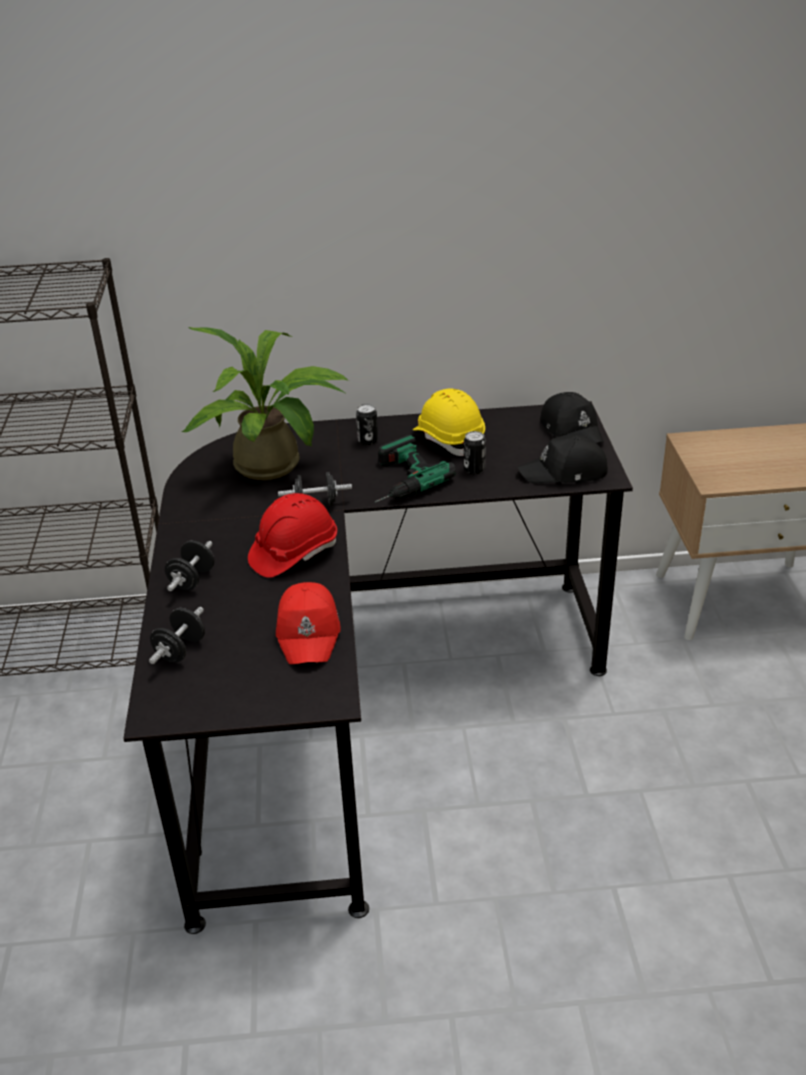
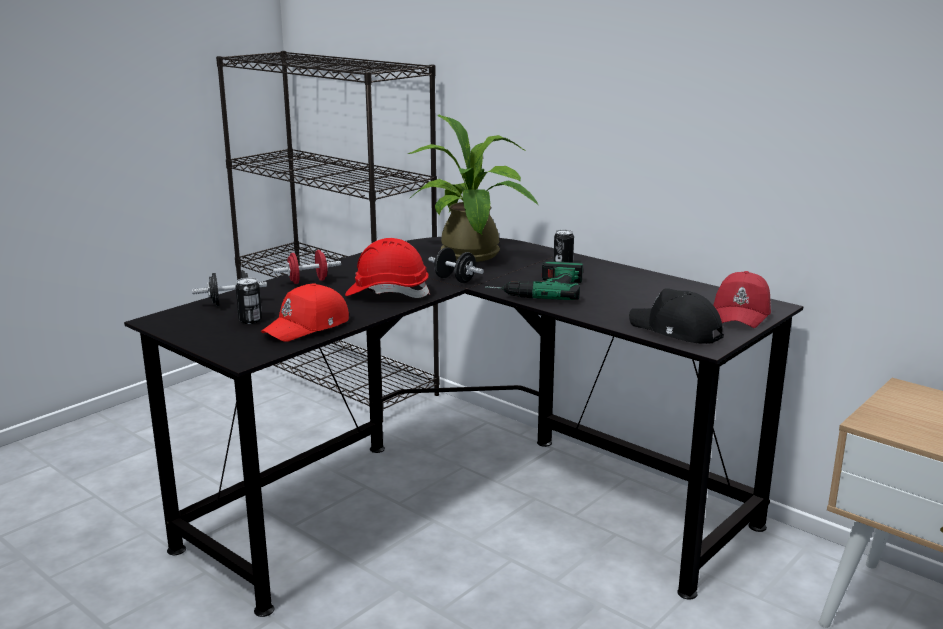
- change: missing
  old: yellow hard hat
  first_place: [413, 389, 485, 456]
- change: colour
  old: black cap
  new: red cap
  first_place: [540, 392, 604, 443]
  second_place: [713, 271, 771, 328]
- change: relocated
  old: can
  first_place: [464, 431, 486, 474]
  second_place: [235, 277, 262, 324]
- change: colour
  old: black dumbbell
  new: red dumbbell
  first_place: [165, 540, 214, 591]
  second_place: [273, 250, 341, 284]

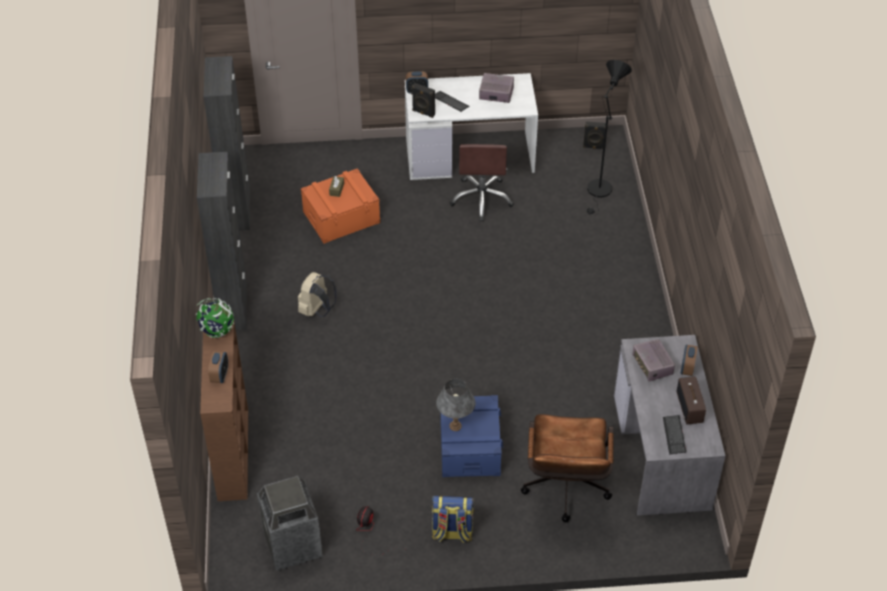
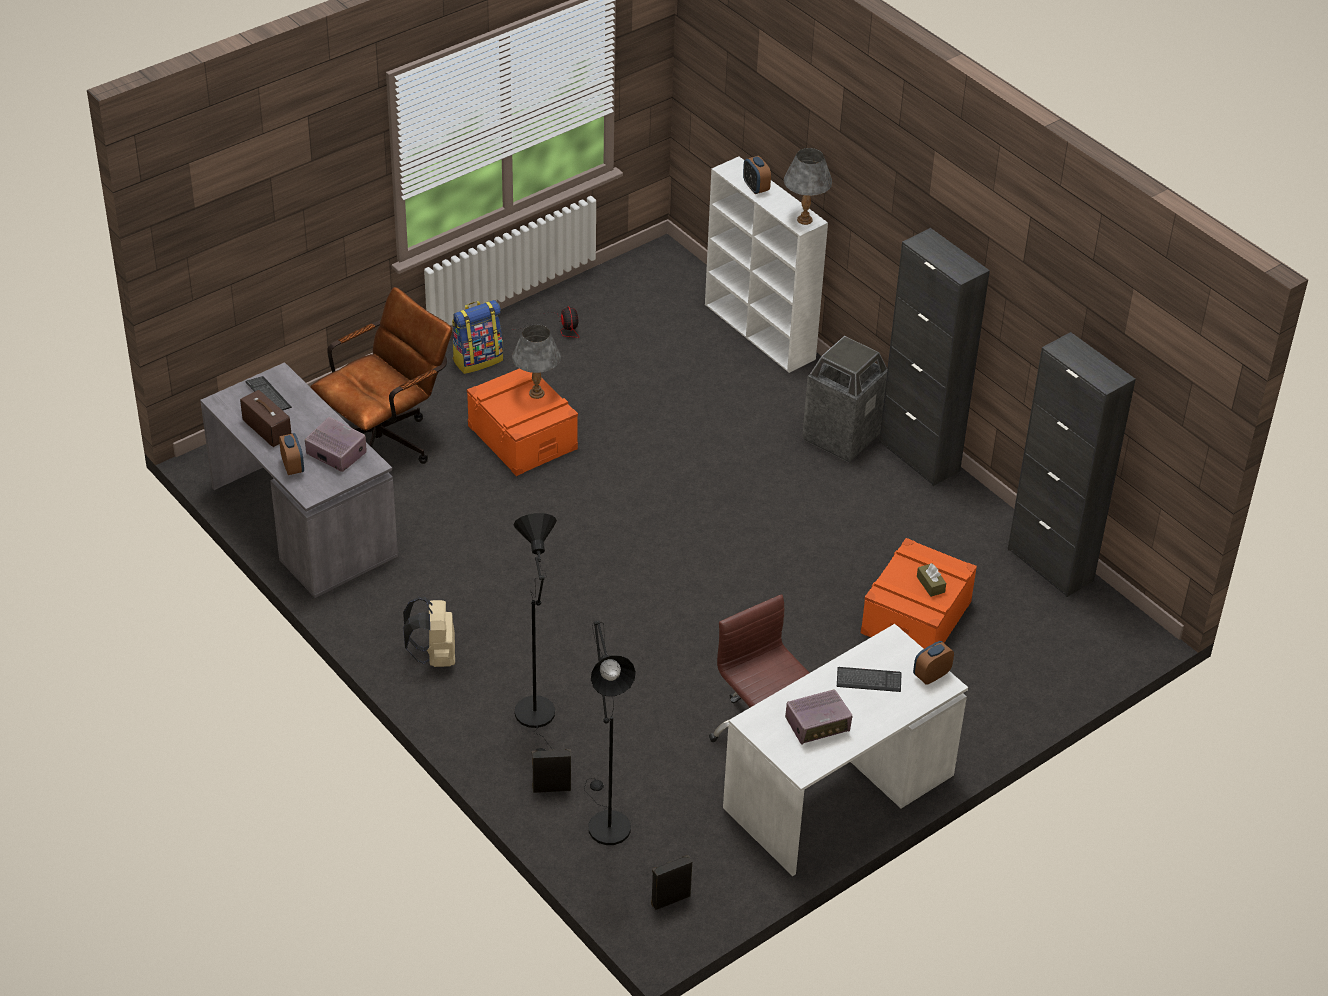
- change: relocated
  old: black speaker
  first_place: [412, 83, 435, 118]
  second_place: [532, 749, 571, 793]
- change: relocated
  old: beige backpack
  first_place: [298, 272, 336, 317]
  second_place: [403, 597, 455, 667]
- change: exchanged
  old: globe
  new: grey table lamp
  first_place: [196, 298, 234, 338]
  second_place: [784, 148, 832, 225]
- change: colour
  old: brown bookcase
  new: white bookcase
  first_place: [200, 321, 248, 501]
  second_place: [705, 157, 828, 373]
- change: colour
  old: blue storage box
  new: orange storage box
  first_place: [440, 395, 503, 477]
  second_place: [467, 369, 578, 476]
- change: spun
  old: brown office chair
  first_place: [521, 414, 614, 522]
  second_place: [310, 287, 452, 464]
  degrees: 75
- change: relocated
  old: trash can
  first_place: [257, 476, 323, 571]
  second_place: [802, 336, 887, 463]
- change: appeared
  new: black floor lamp
  second_place: [514, 513, 557, 751]

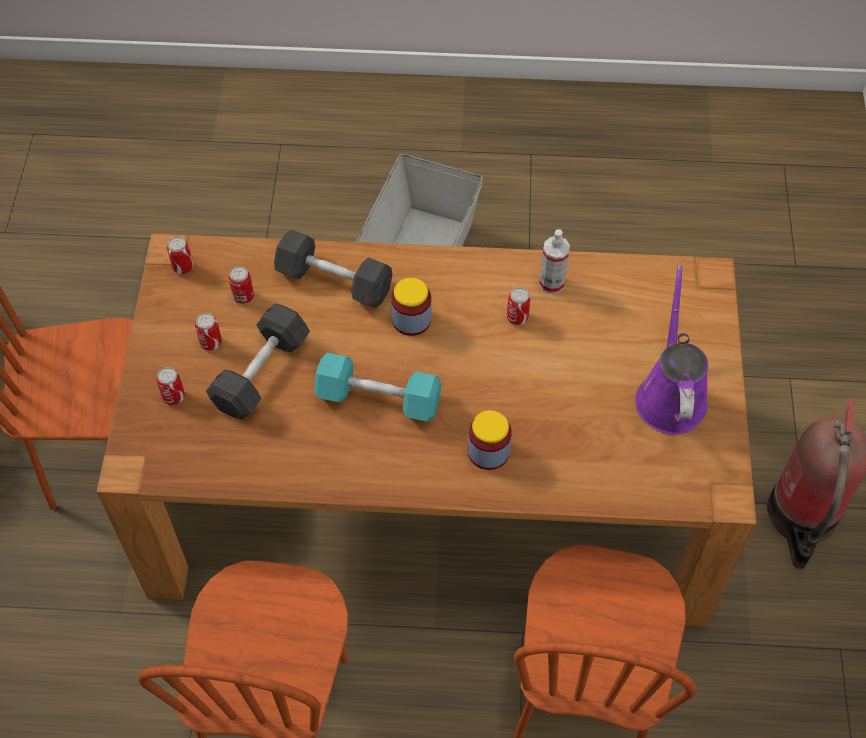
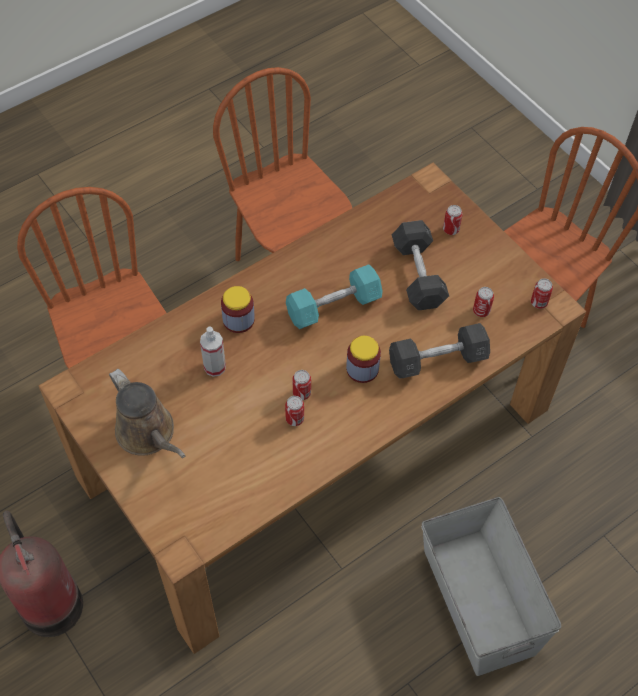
- change: relocated
  old: spray bottle
  first_place: [539, 229, 570, 294]
  second_place: [200, 327, 226, 377]
- change: colour
  old: purple watering can
  new: brown watering can
  first_place: [635, 266, 708, 435]
  second_place: [109, 369, 186, 458]
- change: relocated
  old: can
  first_place: [195, 313, 222, 351]
  second_place: [292, 370, 311, 400]

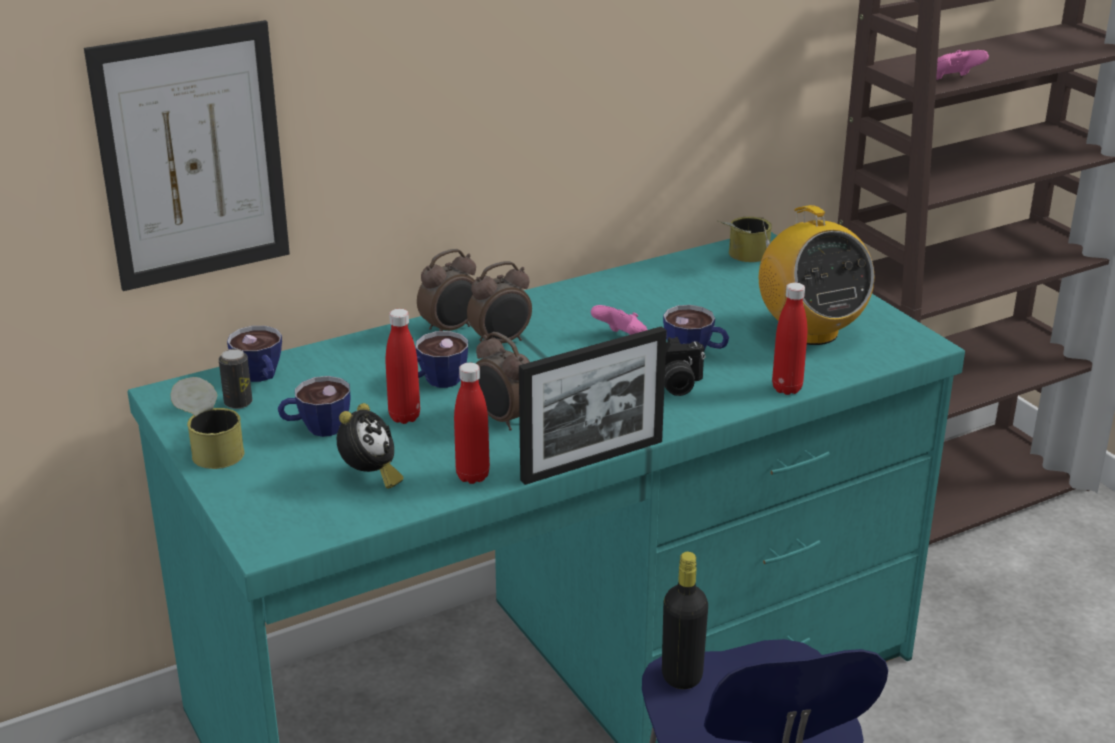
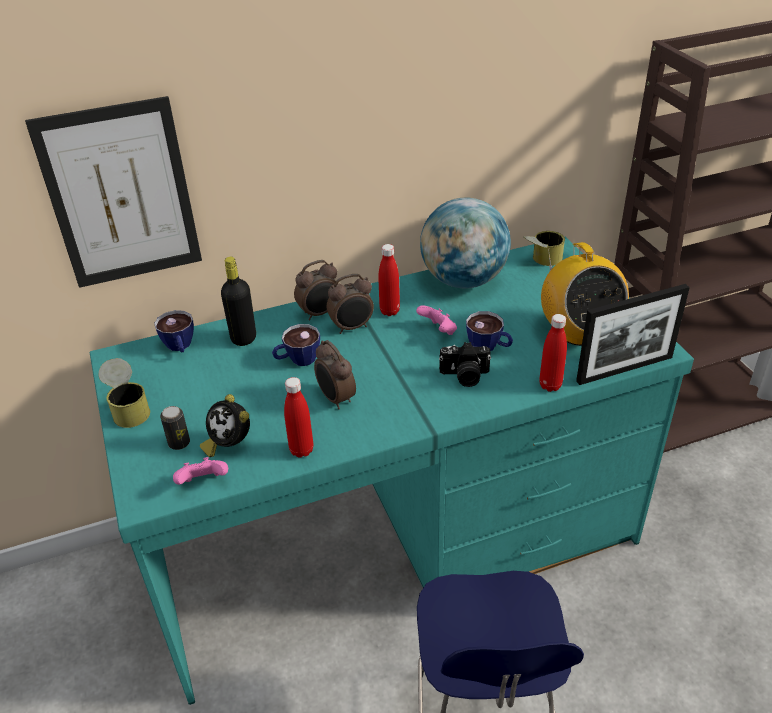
- change: relocated
  old: pink game controller
  first_place: [936, 50, 989, 80]
  second_place: [173, 457, 228, 485]
- change: relocated
  old: red bottle
  first_place: [386, 309, 420, 424]
  second_place: [378, 244, 400, 316]
- change: relocated
  old: picture frame
  first_place: [519, 326, 667, 485]
  second_place: [576, 284, 690, 385]
- change: relocated
  old: can
  first_place: [219, 349, 252, 409]
  second_place: [160, 406, 190, 450]
- change: missing
  old: cup
  first_place: [278, 376, 350, 437]
- change: spun
  old: alarm clock
  first_place: [337, 403, 403, 489]
  second_place: [200, 394, 250, 457]
  degrees: 105
- change: relocated
  old: black bottle
  first_place: [662, 552, 708, 689]
  second_place: [221, 257, 256, 346]
- change: appeared
  new: globe
  second_place: [420, 197, 511, 288]

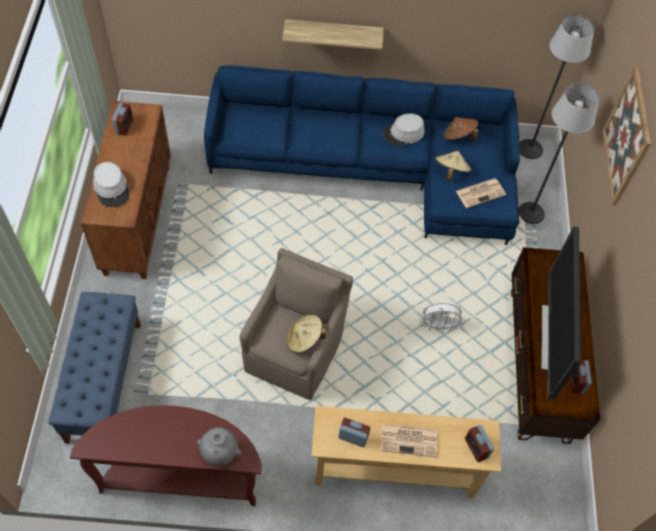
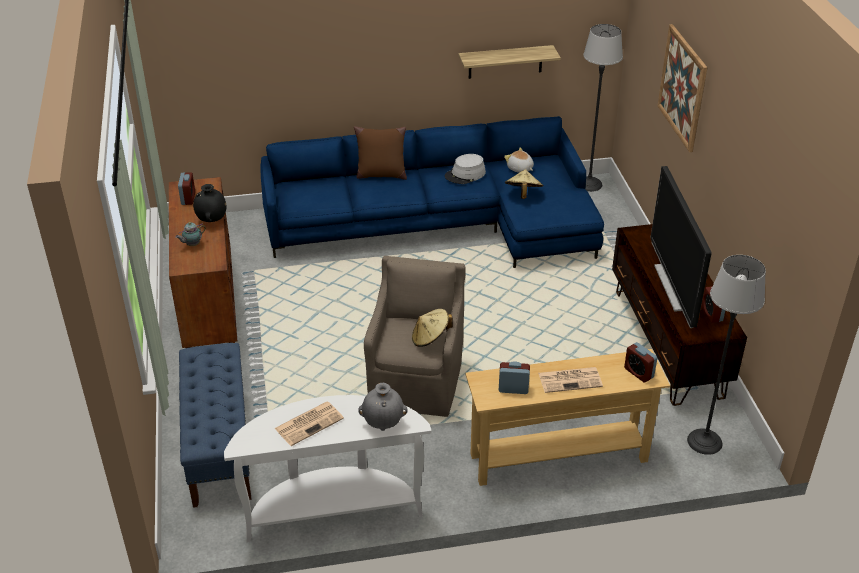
- change: relocated
  old: shelf
  first_place: [282, 19, 384, 50]
  second_place: [459, 45, 561, 79]
- change: relocated
  old: floor lamp
  first_place: [519, 83, 600, 224]
  second_place: [687, 255, 766, 455]
- change: exchanged
  old: brown hat
  new: plush toy
  first_place: [443, 117, 479, 142]
  second_place: [504, 148, 534, 173]
- change: exchanged
  old: grey hat
  new: teapot
  first_place: [93, 162, 130, 207]
  second_place: [175, 222, 206, 246]
- change: relocated
  old: newspaper
  first_place: [456, 178, 506, 208]
  second_place: [275, 401, 344, 446]
- change: missing
  old: white fan
  first_place: [420, 303, 465, 332]
- change: colour
  old: brown console table
  new: white console table
  first_place: [70, 405, 262, 506]
  second_place: [224, 395, 432, 542]
- change: appeared
  new: brown pillow
  second_place: [354, 126, 407, 180]
- change: appeared
  new: black vase
  second_place: [193, 184, 226, 222]

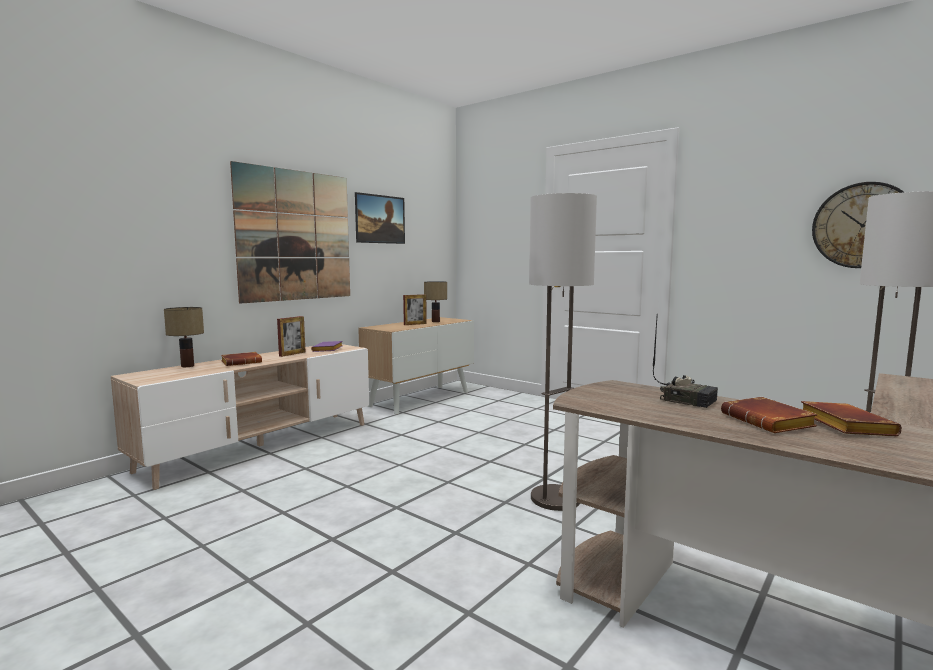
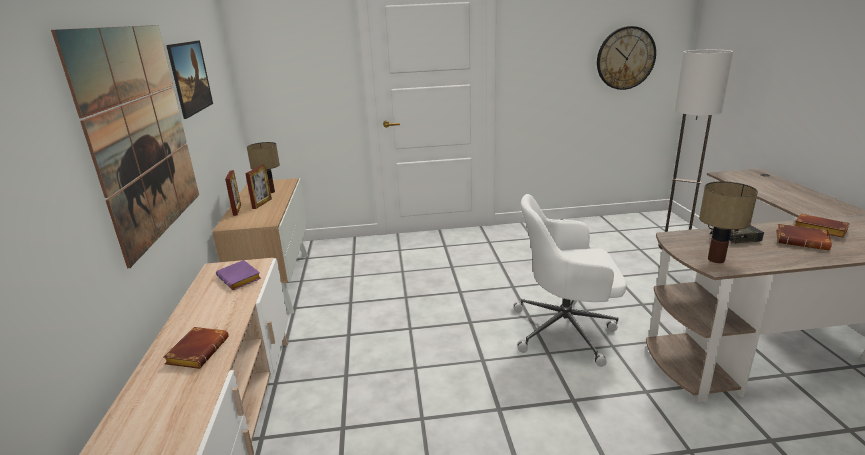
- change: exchanged
  old: floor lamp
  new: white office chair
  first_place: [529, 193, 597, 511]
  second_place: [514, 194, 626, 367]
- change: relocated
  old: table lamp
  first_place: [164, 307, 204, 367]
  second_place: [699, 181, 758, 263]
- change: relocated
  old: picture frame
  first_place: [277, 316, 305, 357]
  second_place: [225, 170, 241, 216]

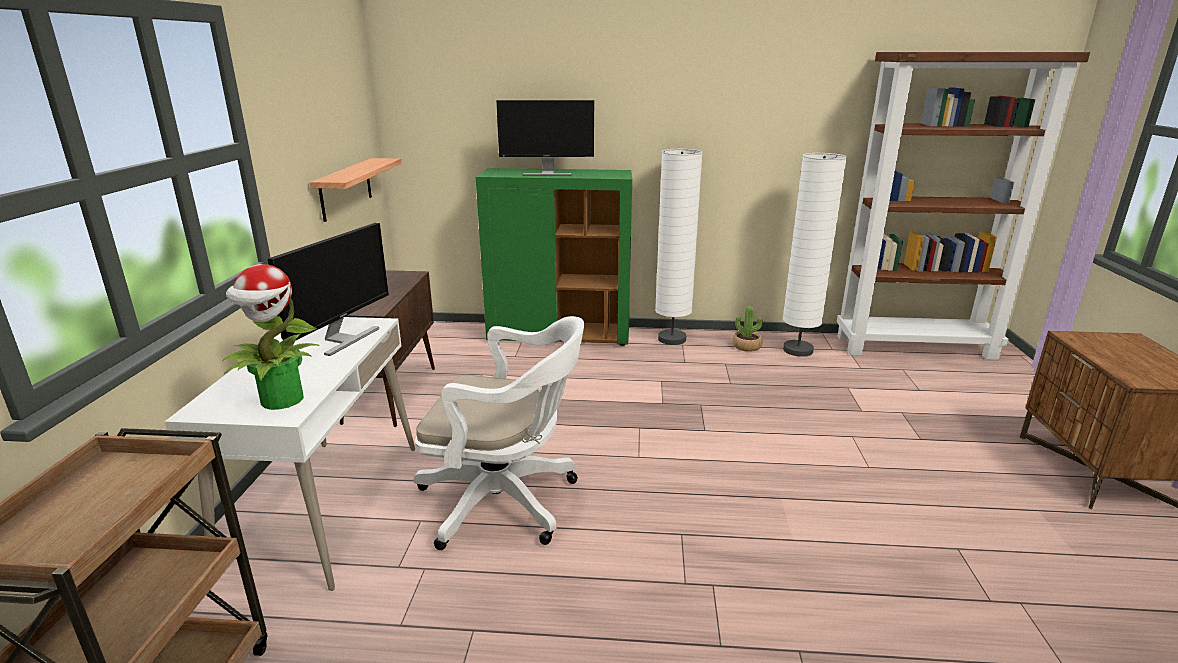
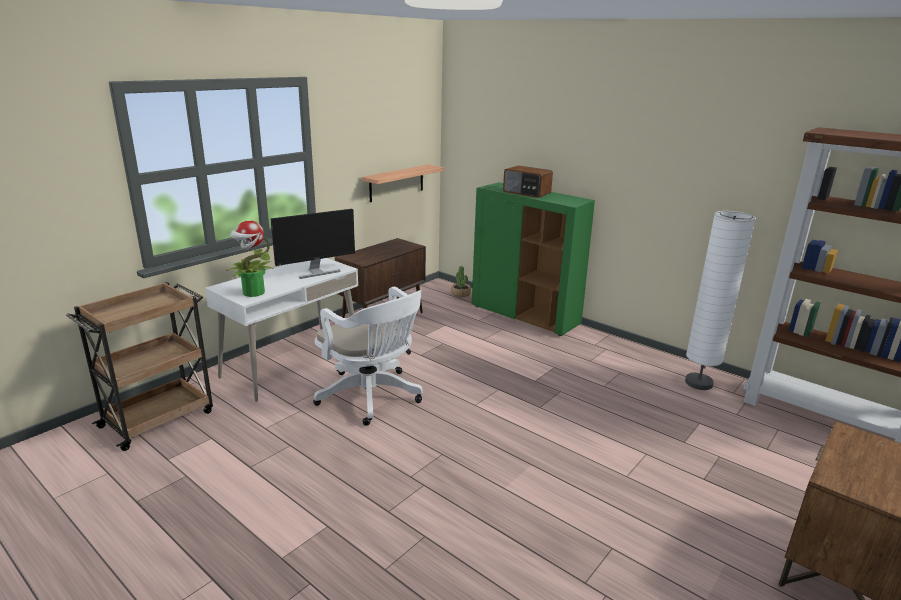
- change: exchanged
  old: monitor
  new: radio
  first_place: [496, 100, 594, 176]
  second_place: [503, 166, 553, 198]
- change: missing
  old: white floor lamp
  first_place: [655, 149, 703, 345]
- change: relocated
  old: potted plant
  first_place: [732, 306, 763, 352]
  second_place: [451, 266, 471, 297]

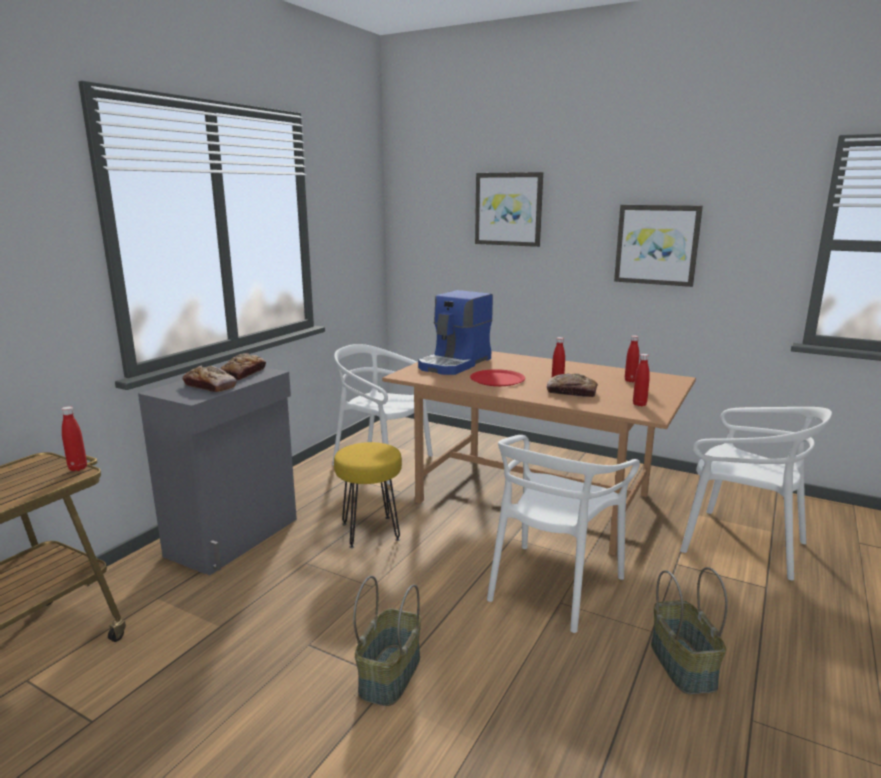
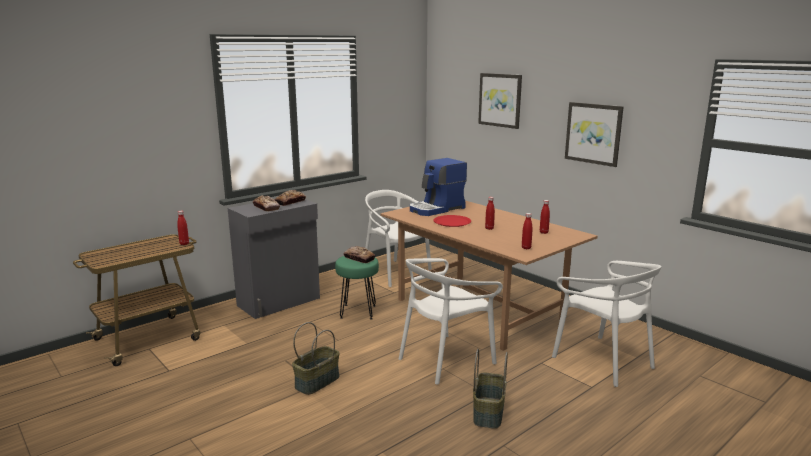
- change: relocated
  old: bread
  first_place: [547, 373, 598, 397]
  second_place: [344, 246, 375, 263]
- change: colour
  old: yellow stool
  new: green stool
  first_place: [334, 442, 402, 548]
  second_place: [335, 256, 379, 320]

